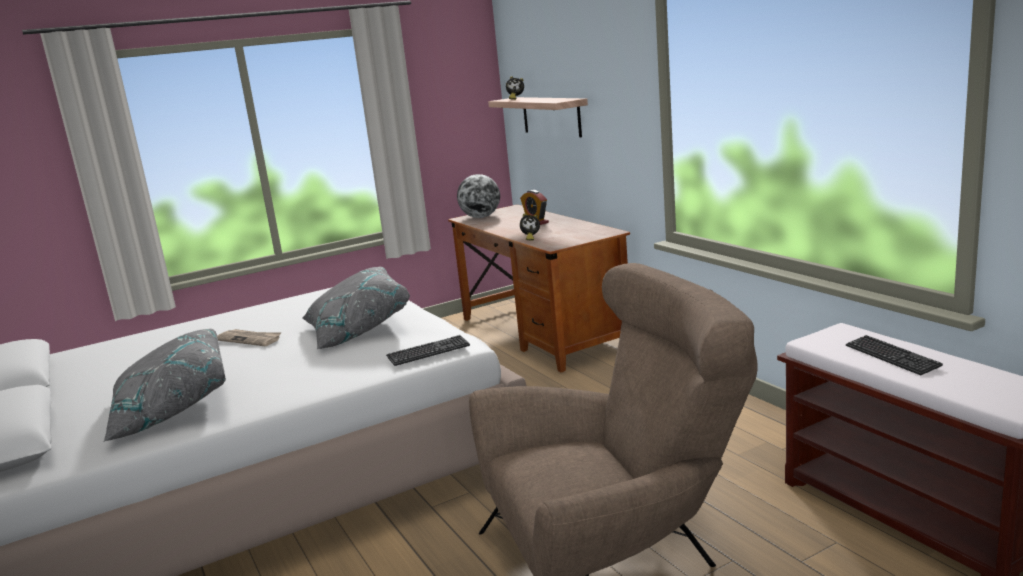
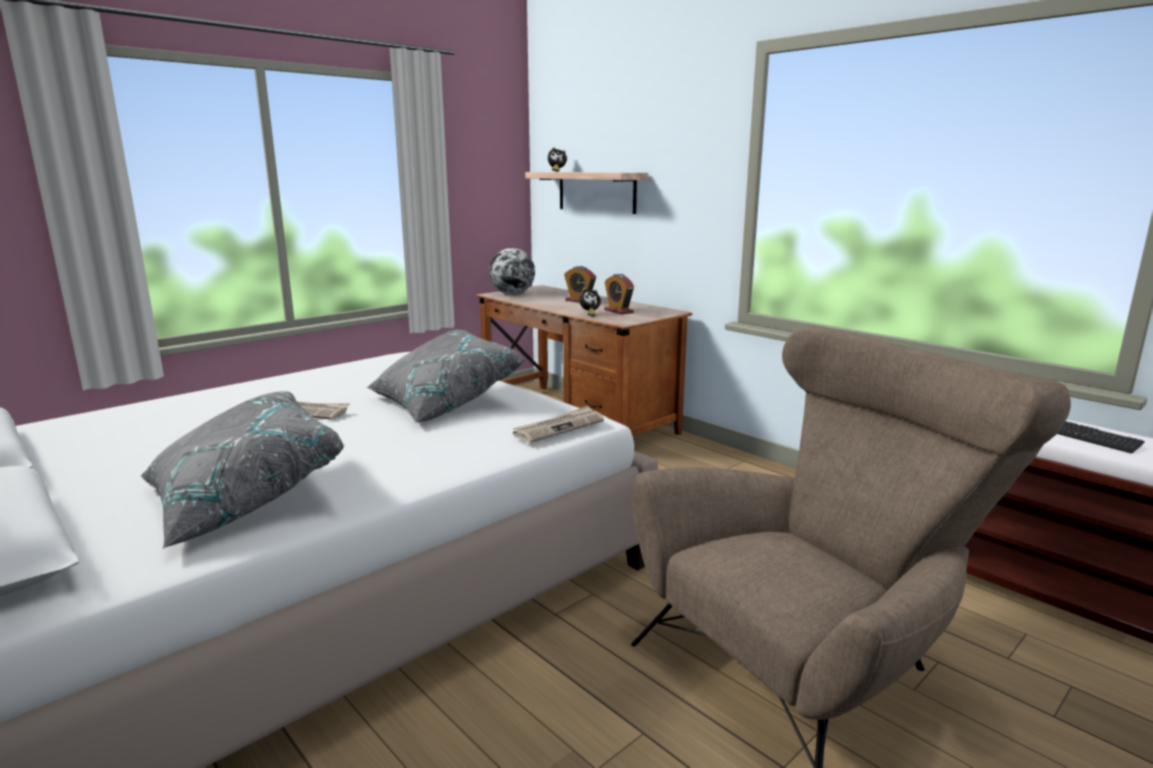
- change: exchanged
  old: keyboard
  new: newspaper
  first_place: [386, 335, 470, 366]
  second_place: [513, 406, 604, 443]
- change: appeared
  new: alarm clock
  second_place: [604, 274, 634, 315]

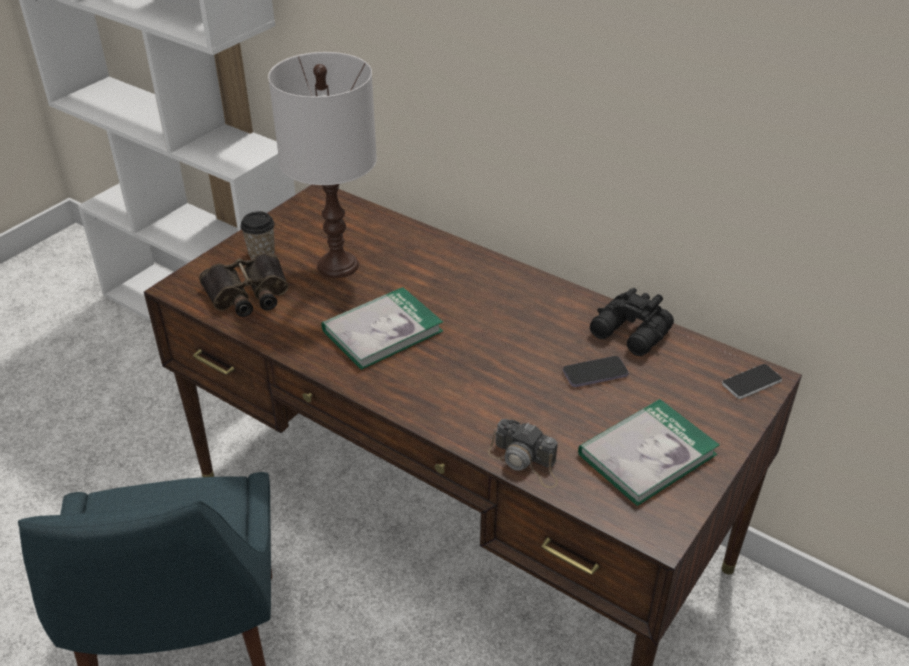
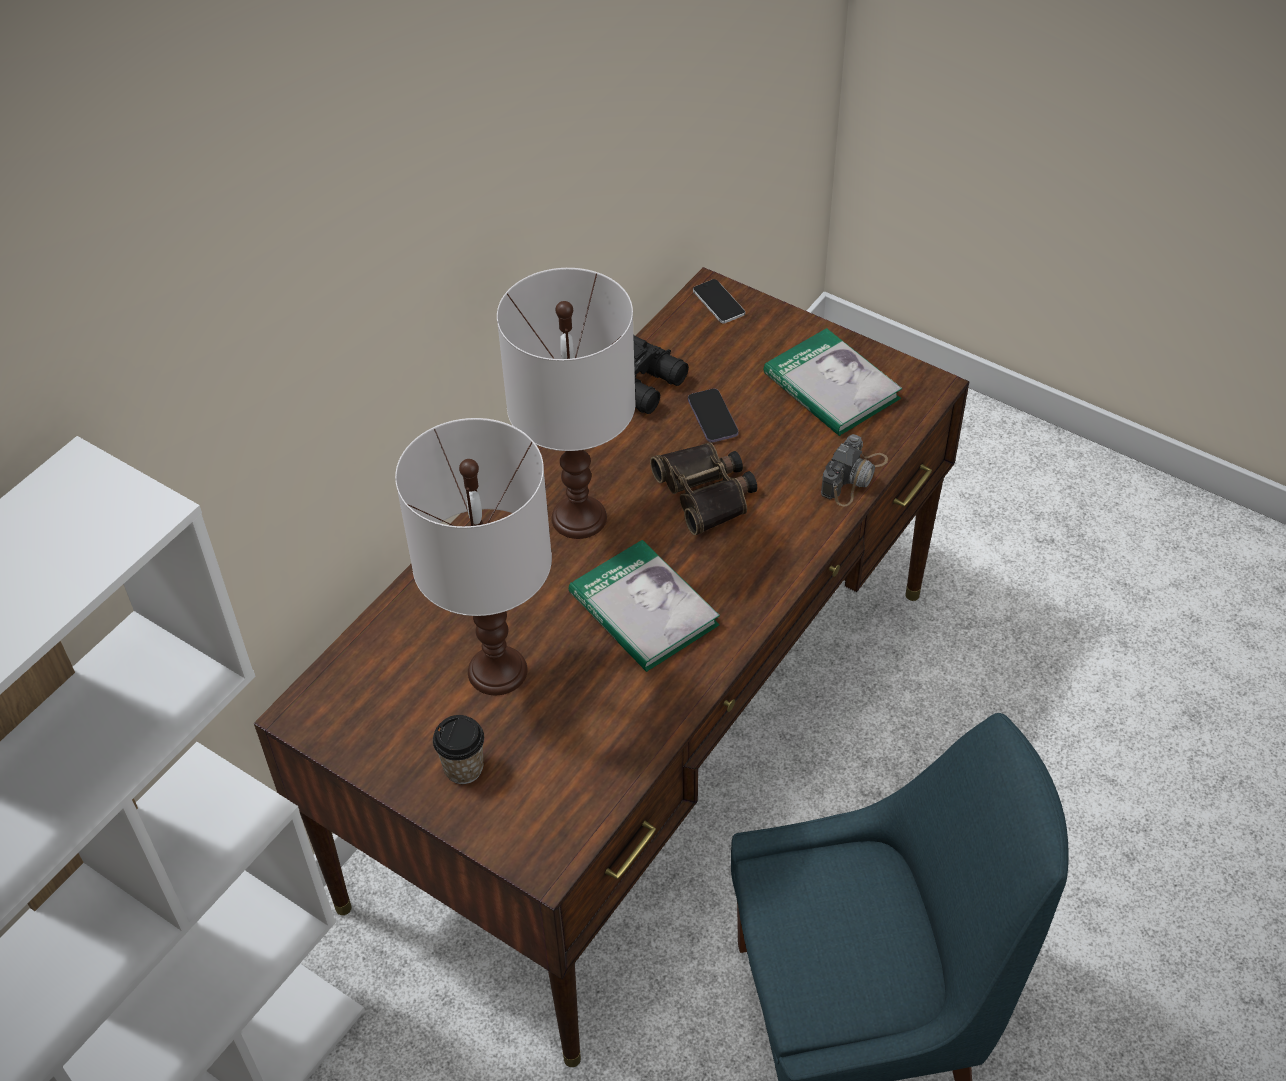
- change: relocated
  old: binoculars
  first_place: [199, 253, 288, 317]
  second_place: [650, 442, 757, 535]
- change: appeared
  new: white table lamp
  second_place: [497, 268, 636, 539]

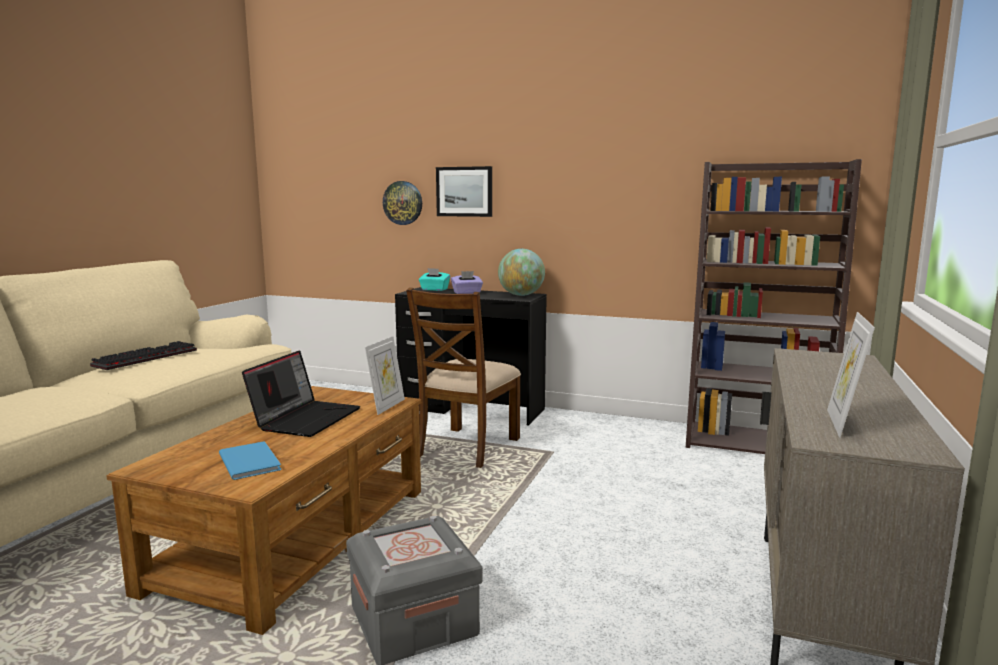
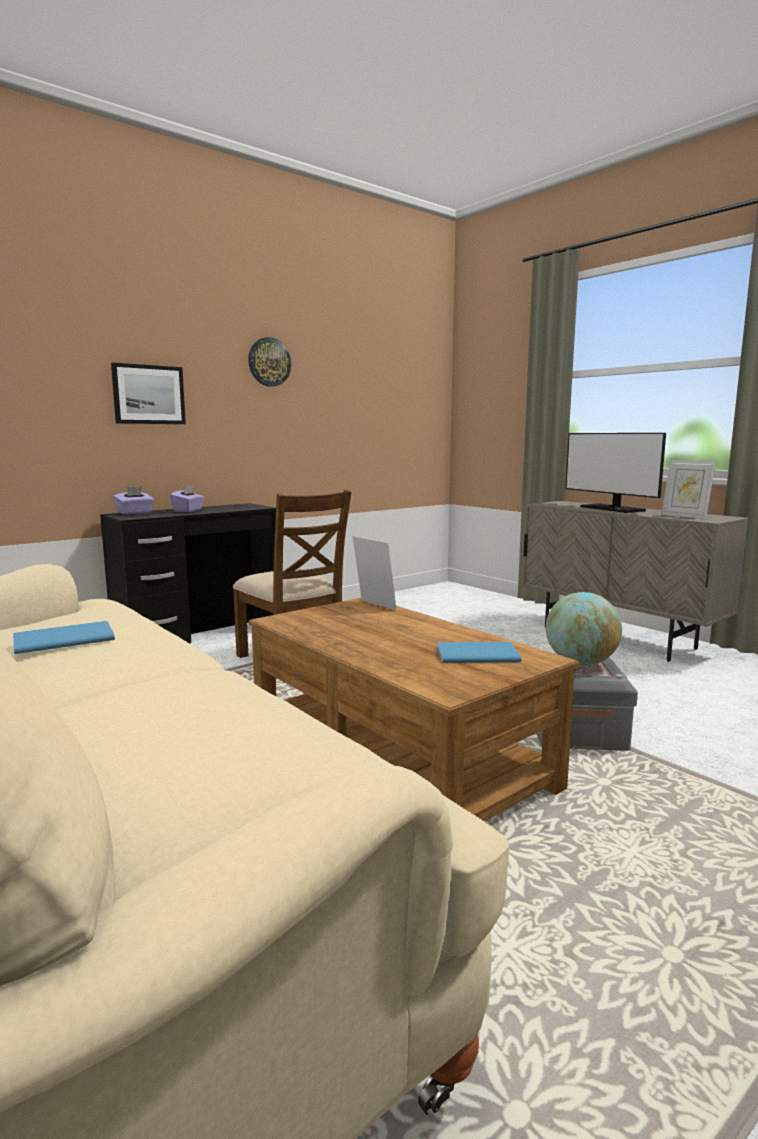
- change: missing
  old: brown bookcase
  first_place: [686, 159, 862, 454]
- change: relocated
  old: wall clock
  first_place: [383, 181, 422, 225]
  second_place: [248, 337, 291, 387]
- change: relocated
  old: globe
  first_place: [498, 249, 545, 296]
  second_place: [546, 592, 622, 665]
- change: colour
  old: turquoise tissue box
  new: purple tissue box
  first_place: [419, 268, 450, 291]
  second_place: [113, 487, 154, 515]
- change: exchanged
  old: keyboard
  new: blue book
  first_place: [90, 341, 197, 370]
  second_place: [13, 621, 115, 654]
- change: missing
  old: laptop
  first_place: [242, 350, 360, 437]
- change: appeared
  new: monitor
  second_place: [565, 433, 666, 513]

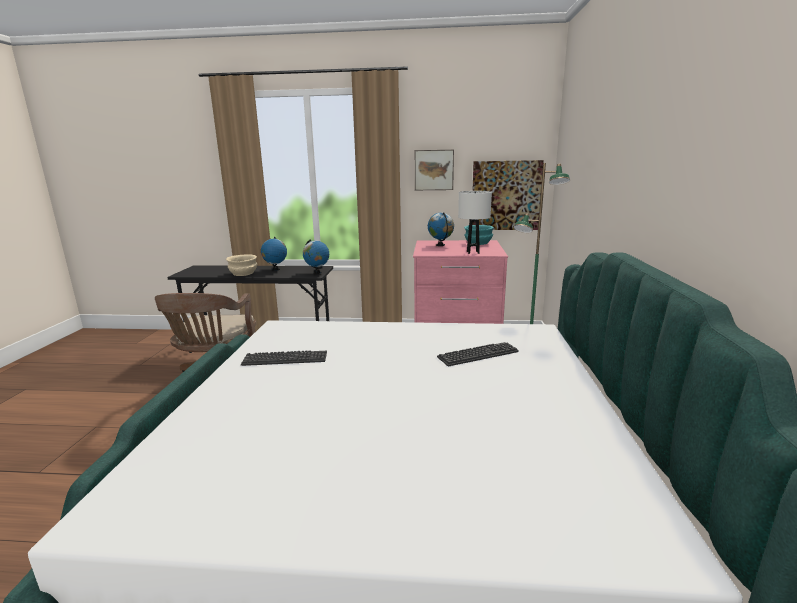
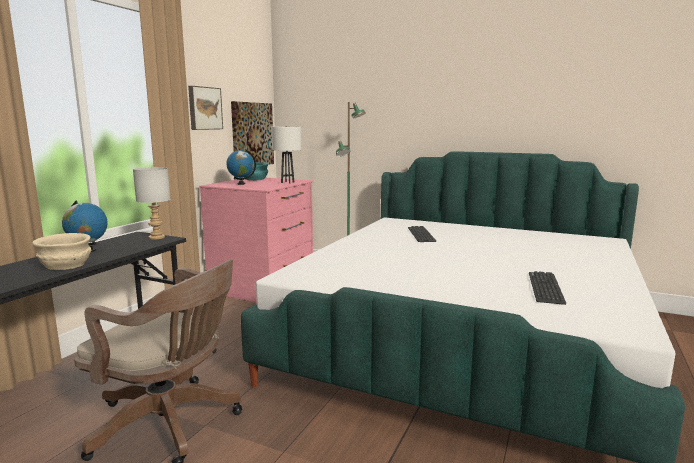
- change: exchanged
  old: globe
  new: grey table lamp
  first_place: [303, 239, 329, 274]
  second_place: [133, 167, 170, 240]
- change: relocated
  old: keyboard
  first_place: [241, 350, 327, 366]
  second_place: [529, 271, 566, 305]

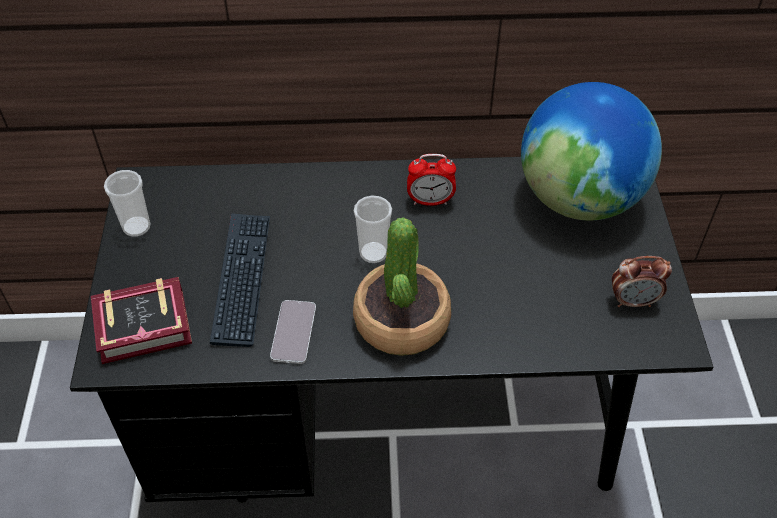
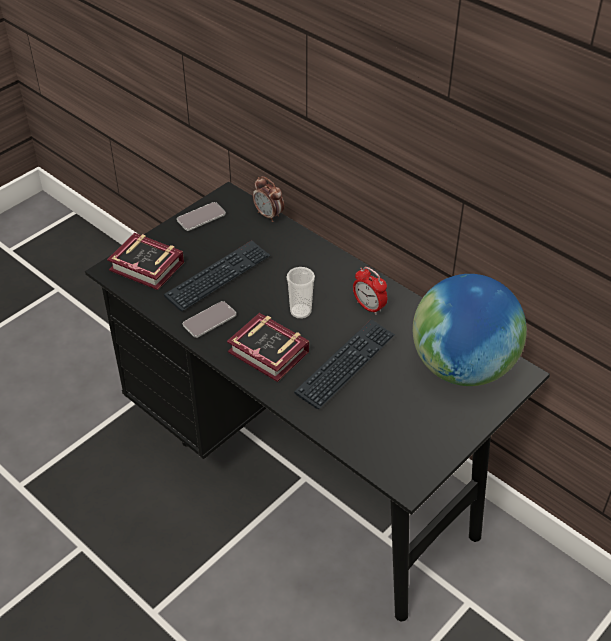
- change: exchanged
  old: cup
  new: phone
  first_place: [104, 170, 151, 237]
  second_place: [177, 202, 226, 231]
- change: exchanged
  old: potted plant
  new: book
  first_place: [353, 217, 451, 356]
  second_place: [227, 313, 309, 382]
- change: relocated
  old: alarm clock
  first_place: [612, 256, 672, 307]
  second_place: [253, 176, 284, 222]
- change: appeared
  new: keyboard
  second_place: [294, 319, 395, 409]

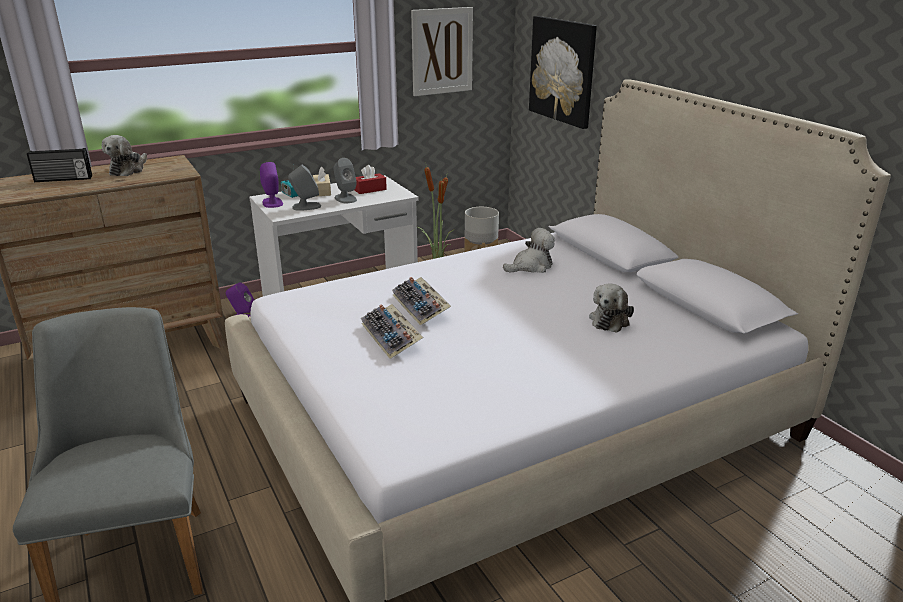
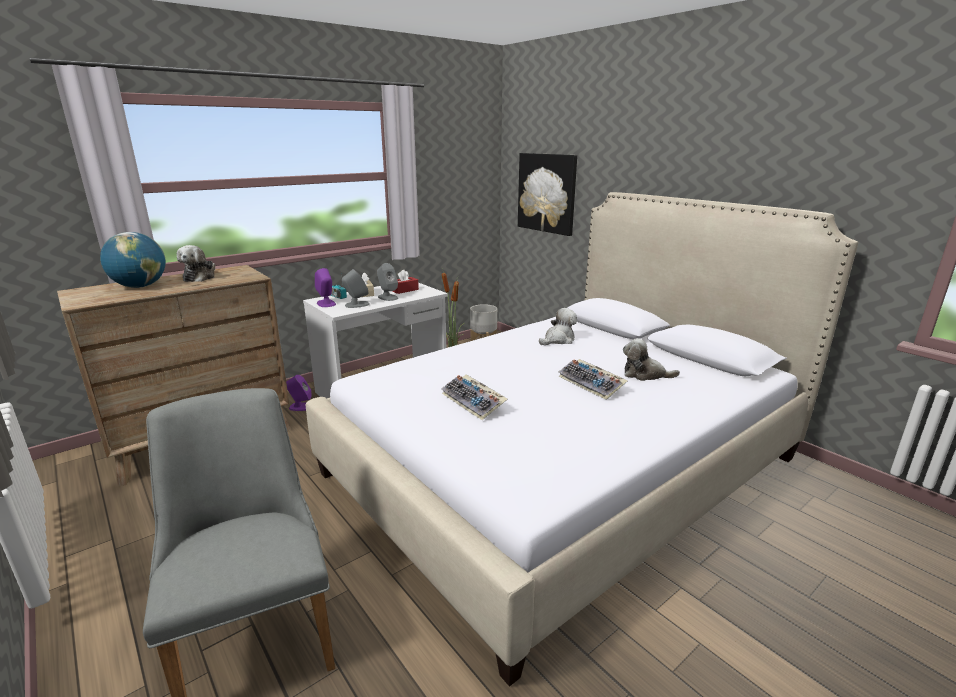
- change: missing
  old: picture
  first_place: [411, 7, 473, 96]
- change: exchanged
  old: radio
  new: globe
  first_place: [27, 148, 92, 182]
  second_place: [100, 232, 166, 288]
- change: relocated
  old: keyboard
  first_place: [392, 277, 451, 326]
  second_place: [559, 359, 628, 400]
- change: spun
  old: plush toy
  first_place: [589, 283, 634, 333]
  second_place: [623, 338, 680, 381]
  degrees: 90

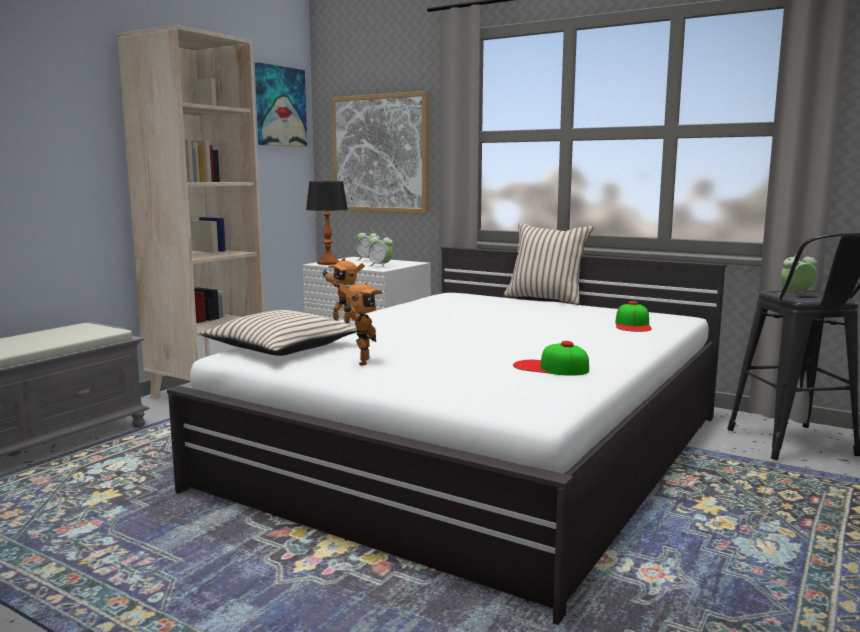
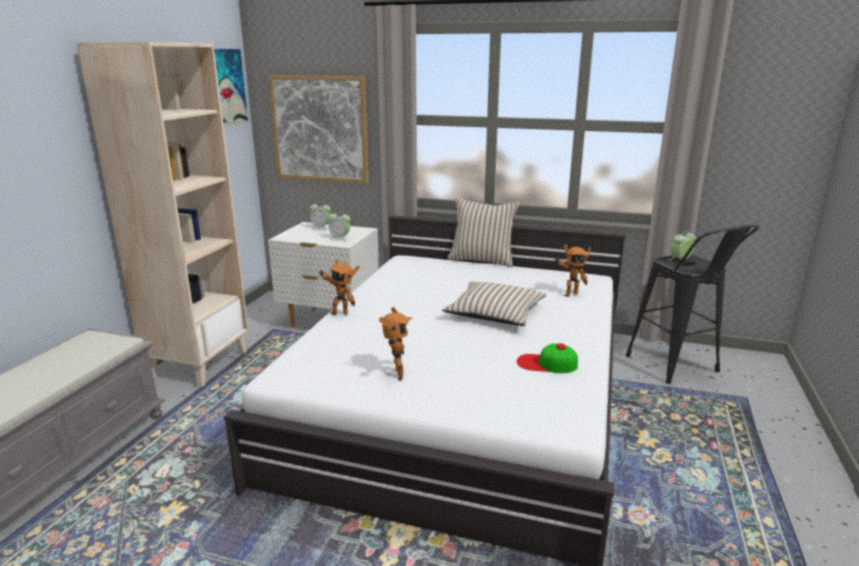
- change: missing
  old: table lamp
  first_place: [306, 181, 348, 265]
- change: exchanged
  old: cap
  new: toy robot
  first_place: [615, 301, 652, 332]
  second_place: [554, 244, 590, 297]
- change: relocated
  old: beige pillow
  first_place: [200, 310, 357, 356]
  second_place: [442, 281, 547, 326]

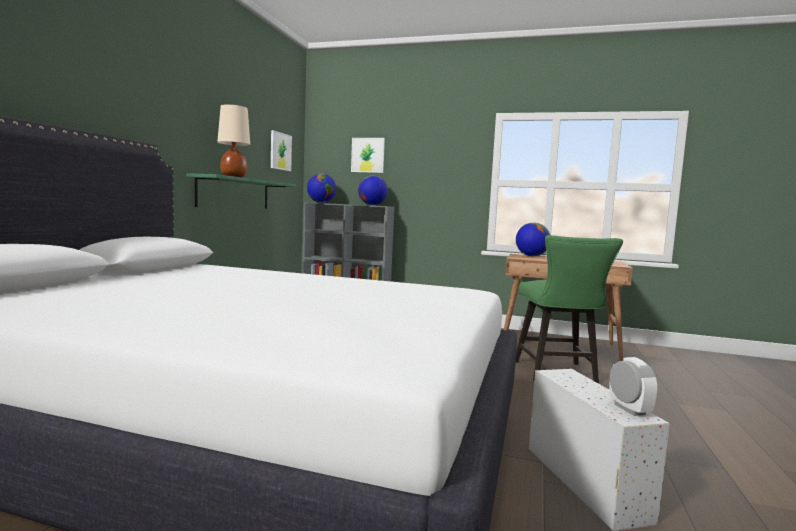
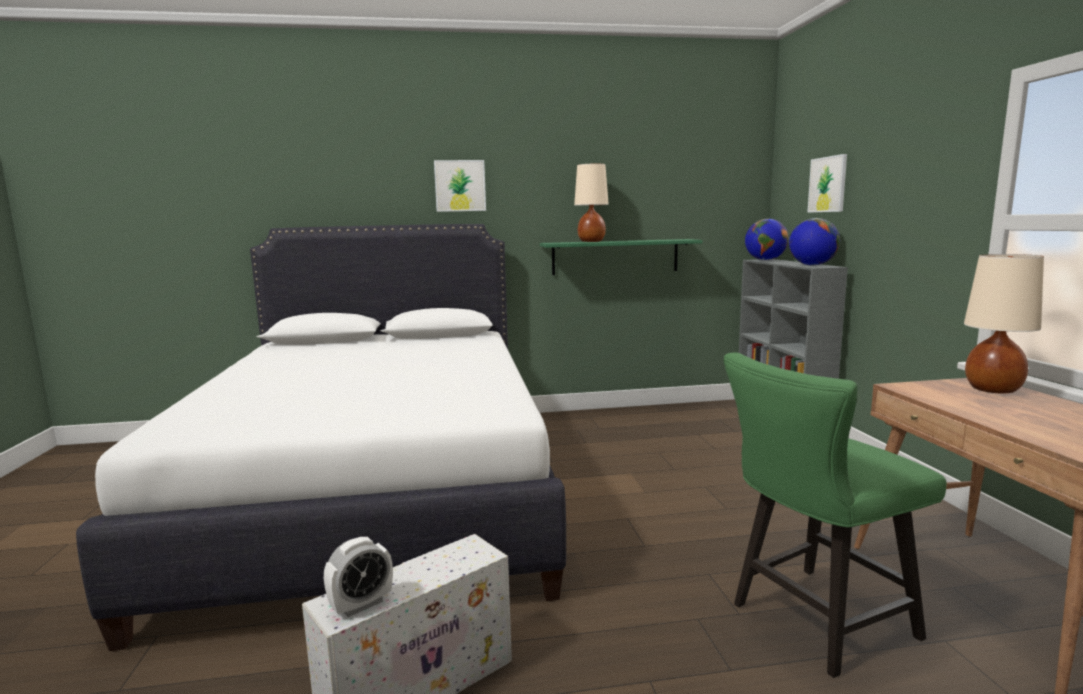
- change: relocated
  old: picture
  first_place: [271, 130, 292, 171]
  second_place: [434, 160, 486, 212]
- change: exchanged
  old: globe
  new: beige table lamp
  first_place: [516, 222, 550, 256]
  second_place: [964, 254, 1044, 393]

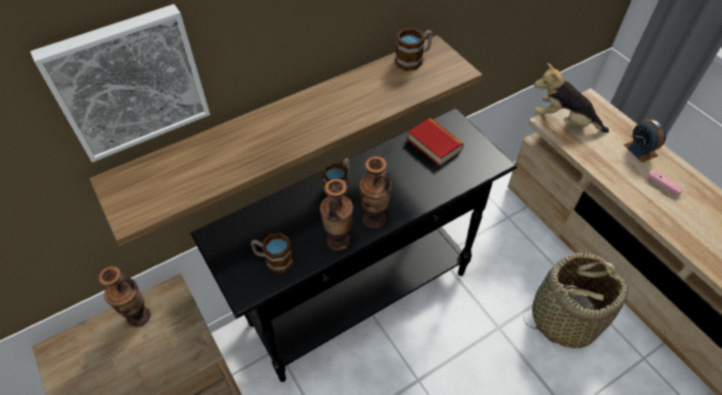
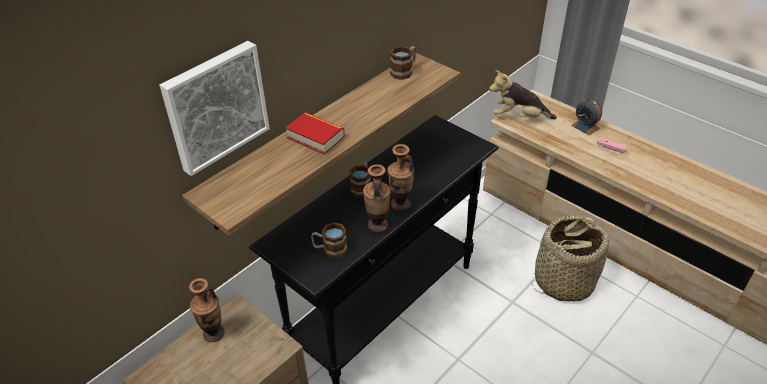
- change: relocated
  old: book
  first_place: [407, 118, 464, 167]
  second_place: [285, 112, 345, 154]

